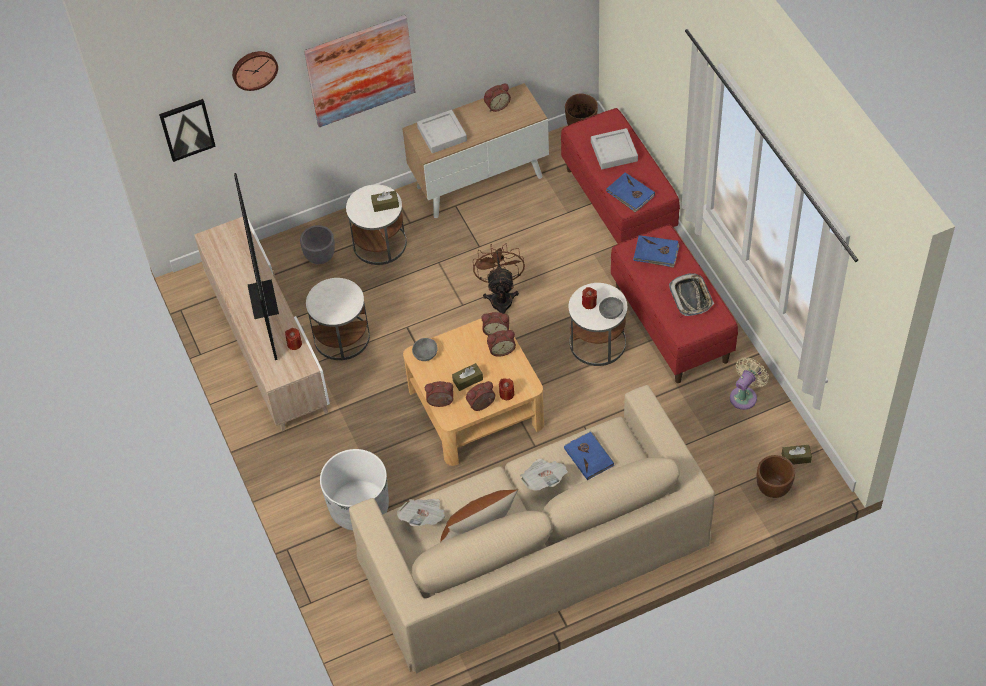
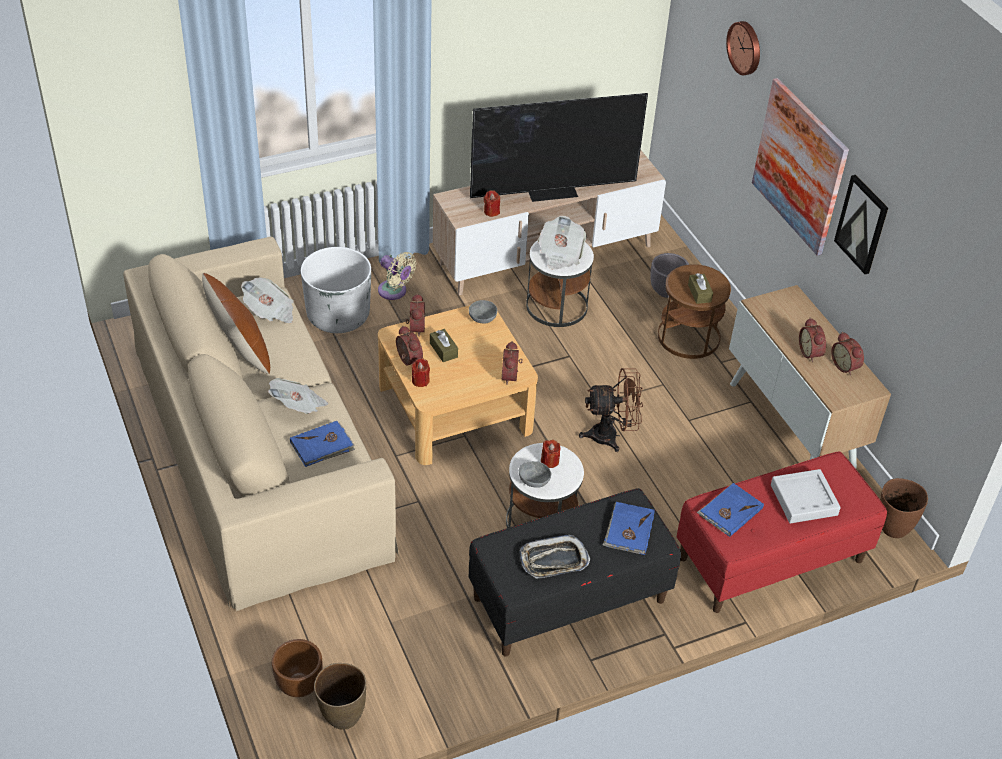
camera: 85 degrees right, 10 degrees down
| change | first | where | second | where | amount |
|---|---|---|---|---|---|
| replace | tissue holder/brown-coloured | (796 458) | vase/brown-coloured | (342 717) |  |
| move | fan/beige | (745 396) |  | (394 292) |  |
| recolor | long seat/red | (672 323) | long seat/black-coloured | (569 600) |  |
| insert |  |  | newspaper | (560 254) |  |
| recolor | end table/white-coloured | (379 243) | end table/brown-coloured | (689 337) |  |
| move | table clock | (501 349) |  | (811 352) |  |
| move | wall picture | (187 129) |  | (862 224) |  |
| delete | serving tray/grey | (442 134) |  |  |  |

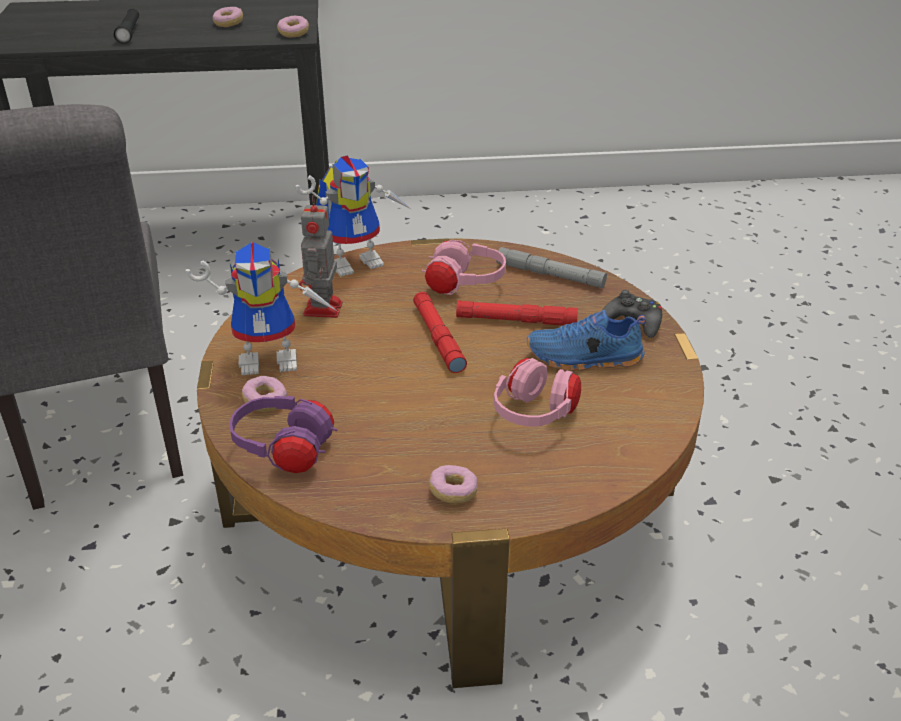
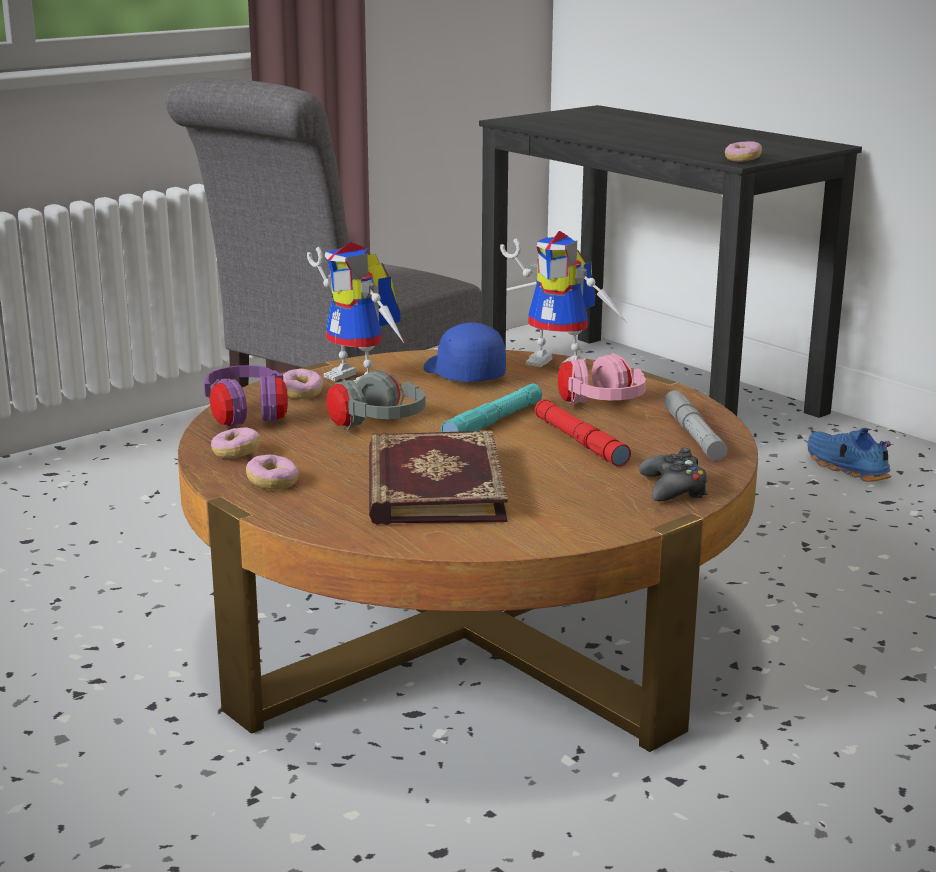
camera: 55 degrees right, 15 degrees down
| change | first | where | second | where | amount |
|---|---|---|---|---|---|
| move | donut | (228 24) |  | (236 453) |  |
| insert |  |  | headphones/grey | (377 427) |  |
| replace | headphones/pink-coloured | (535 416) | book | (431 486) |  |
| replace | robot figure | (322 310) | cap/bluish | (462 374) |  |
| recolor | hand torch/red | (438 338) | hand torch/blue-green | (493 421) |  |
| move | shoe/bluish | (584 359) |  | (845 468) |  |
| delete | hand torch/black-coloured | (129 33) |  |  |  |

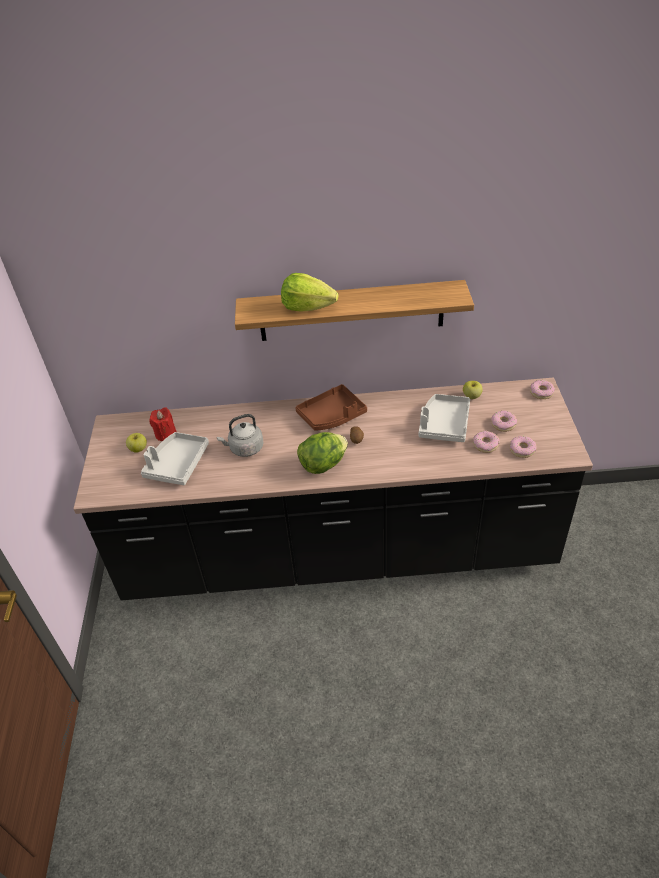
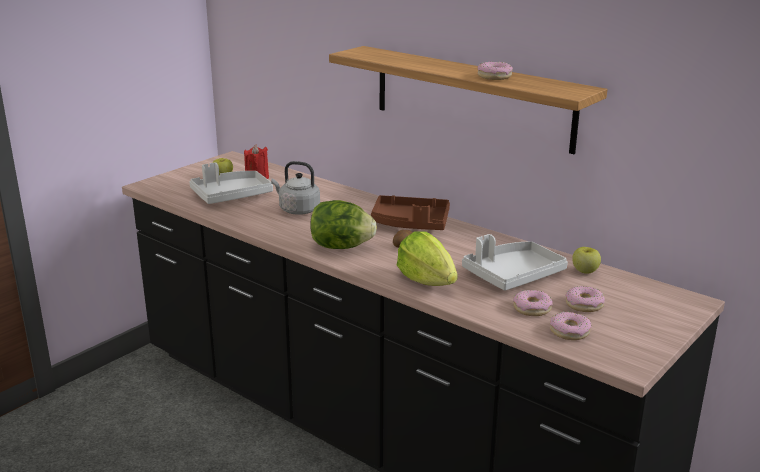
camera: 40 degrees right, 20 degrees down
| change | first | where | second | where | amount |
|---|---|---|---|---|---|
| move | lettuce | (307 307) |  | (427 281) |  |
| move | donut | (541 392) |  | (494 76) |  |

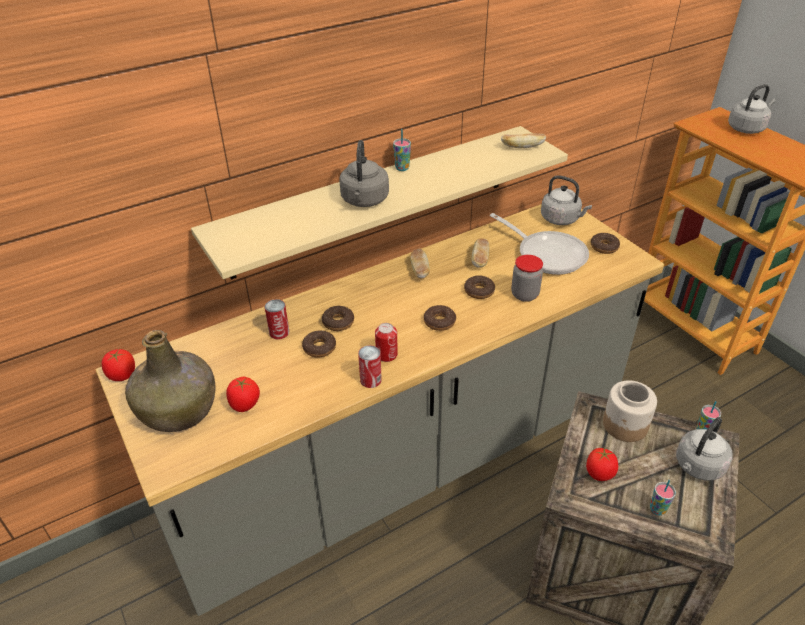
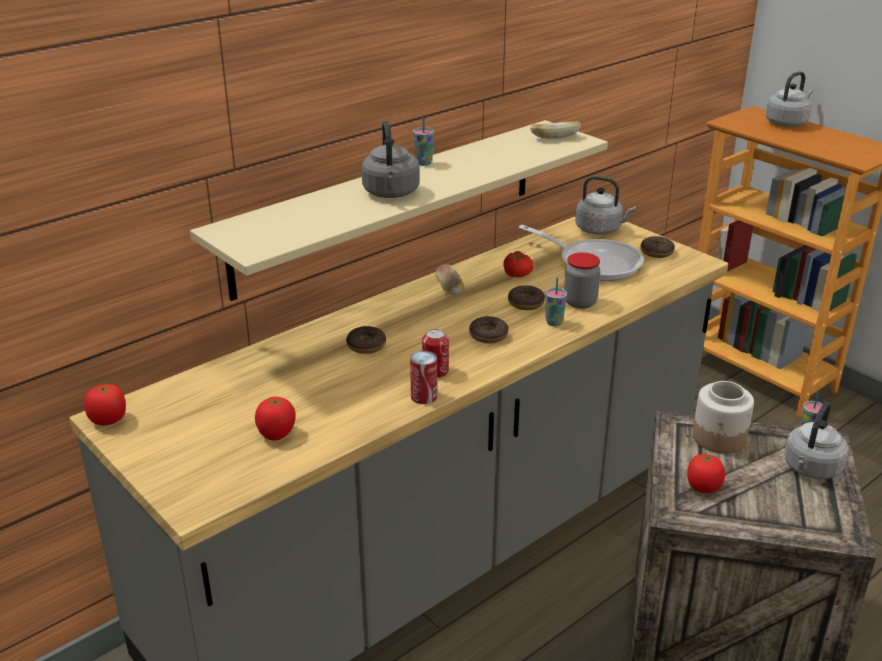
camera: 10 degrees left, 10 degrees down
| change | first | where | second | where | amount |
|---|---|---|---|---|---|
| replace | bread | (480 260) | fresh tomato | (518 274) |  |
| move | small cup | (657 509) |  | (554 322) |  |
| delete | beverage bottle/greenish | (179 409) |  |  |  |
| delete | metal can | (279 332) |  |  |  |
| delete | donut | (319 348) |  |  |  |

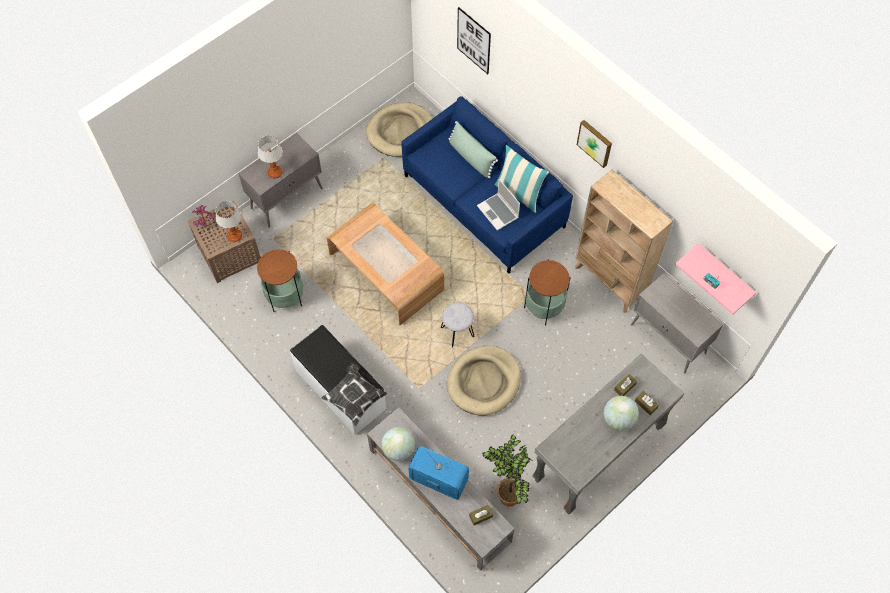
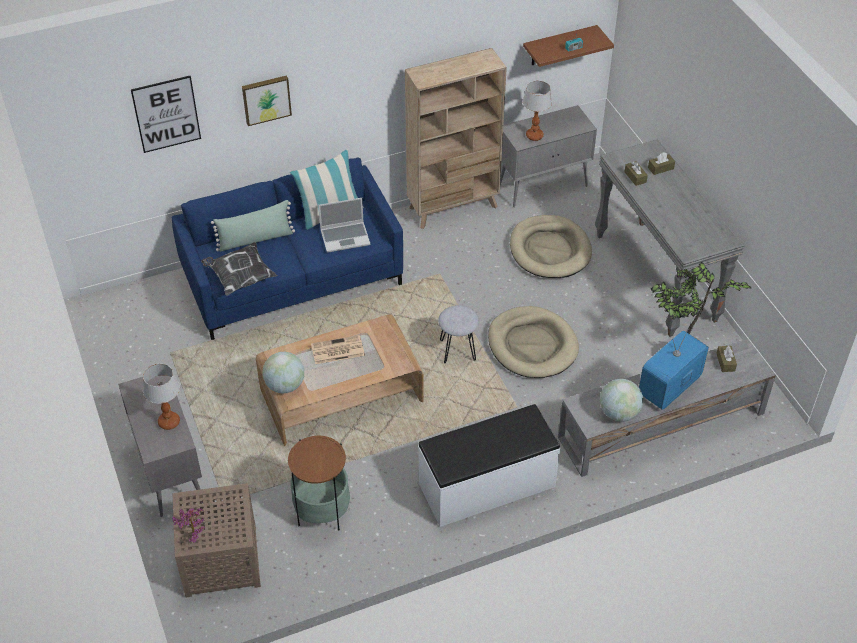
camera: 70 degrees left, 15 degrees down
| change | first | where | second | where | amount |
|---|---|---|---|---|---|
| move | cushion | (355 398) |  | (240 277) |  |
| move | wall picture | (595 142) |  | (266 99) |  |
| move | globe | (618 419) |  | (285 386) |  |
| insert |  |  | newspaper | (337 350) |  |
| move | dog bed/beige | (400 131) |  | (550 250) |  |
| recolor | shelf/pink-coloured | (723 274) | shelf/brown-coloured | (559 46) |  |
| move | table lamp | (235 236) |  | (534 135) |  |
| delete | end table | (544 307) |  |  |  |

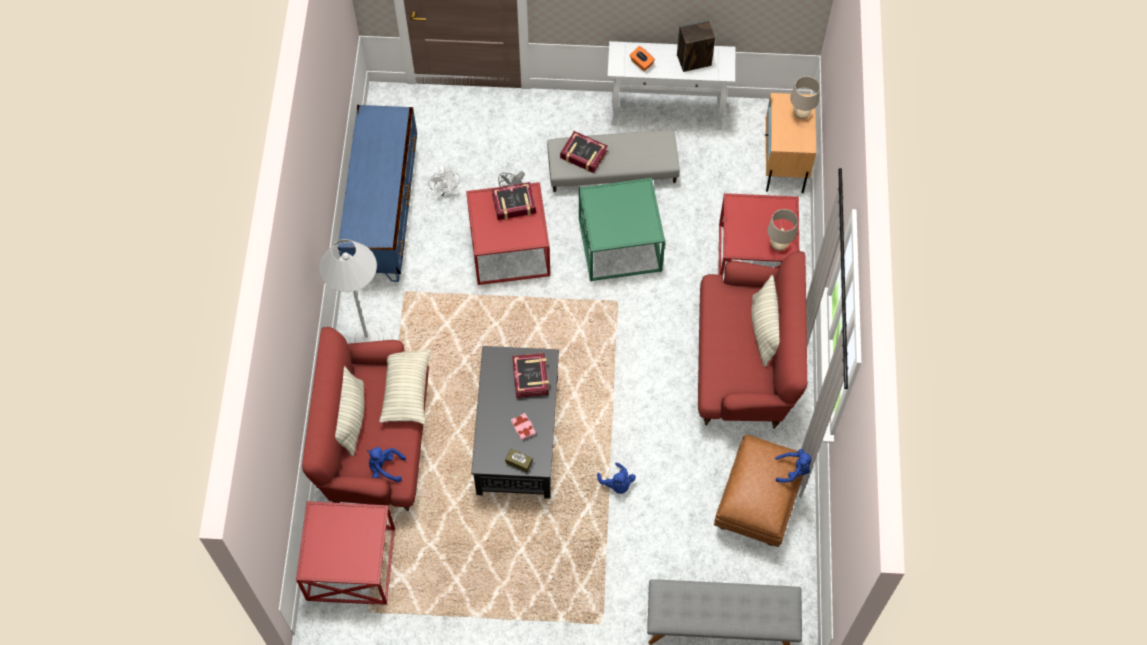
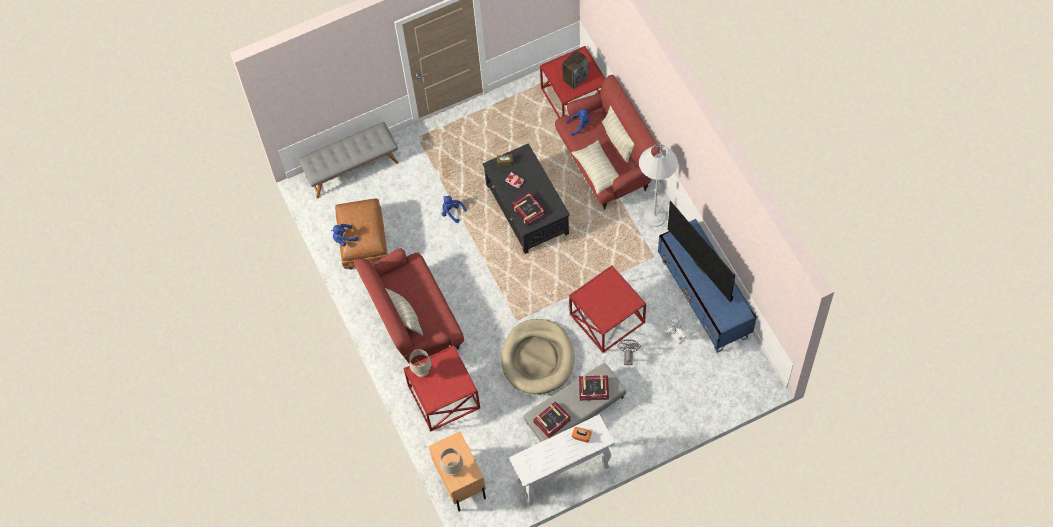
camera: 155 degrees right, 0 degrees up
| change | first | where | second | where | amount |
|---|---|---|---|---|---|
| replace | end table/greenish | (619 245) | dog bed/beige | (537 358) |  |
| move | book | (514 204) |  | (552 421) |  |
| move | loudspeaker | (693 61) |  | (575 78) |  |
| insert |  |  | TV | (703 264) |  |

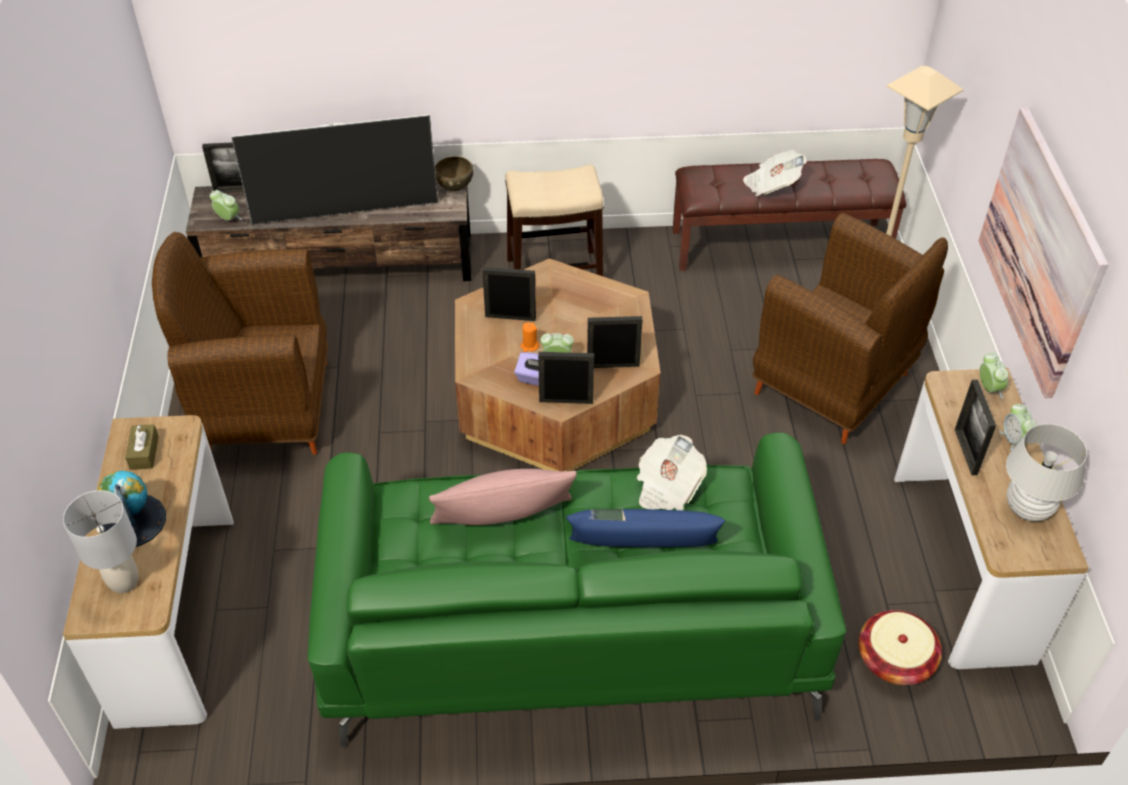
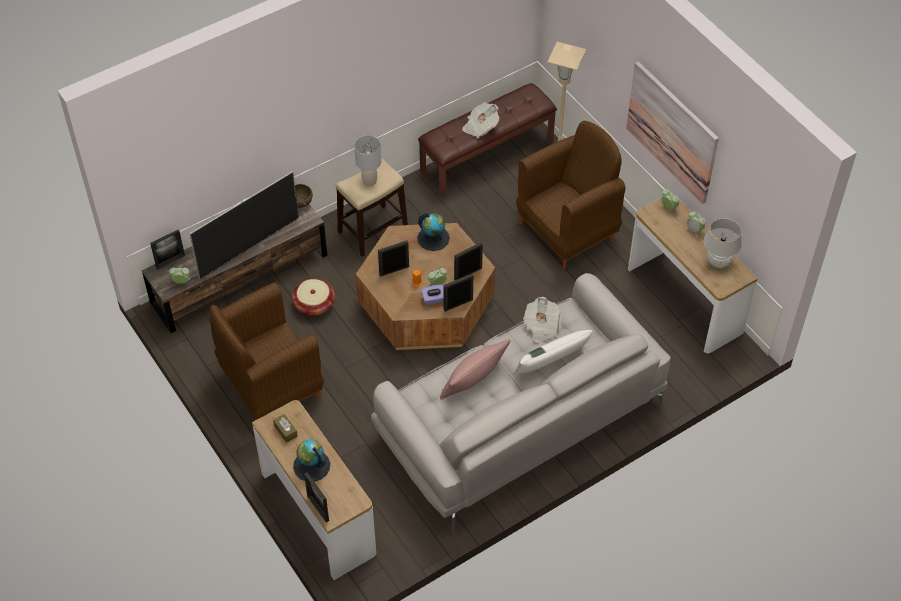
camera: 30 degrees left, 5 degrees up
| change | first | where | second | where | amount |
|---|---|---|---|---|---|
| move | household basket | (895 660) |  | (314 304) |  |
| move | standing frame | (965 452) |  | (318 508) |  |
| move | table lamp/grey | (123 582) |  | (369 181) |  |
| recolor | sofa/greenish | (568 624) | sofa/grey | (518 420) |  |
| insert |  |  | globe | (433 238) |  |
| recolor | cushion/bluish | (642 551) | cushion/white-coloured | (551 364) |  |
| rotate | lounge chair/brown-coloured | (834 385) |  | (568 231) | 45 degrees counterclockwise |

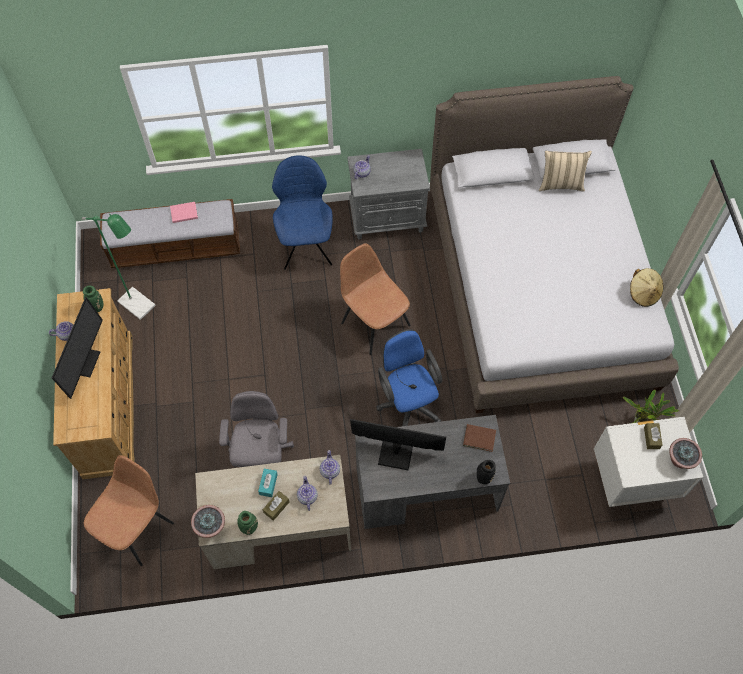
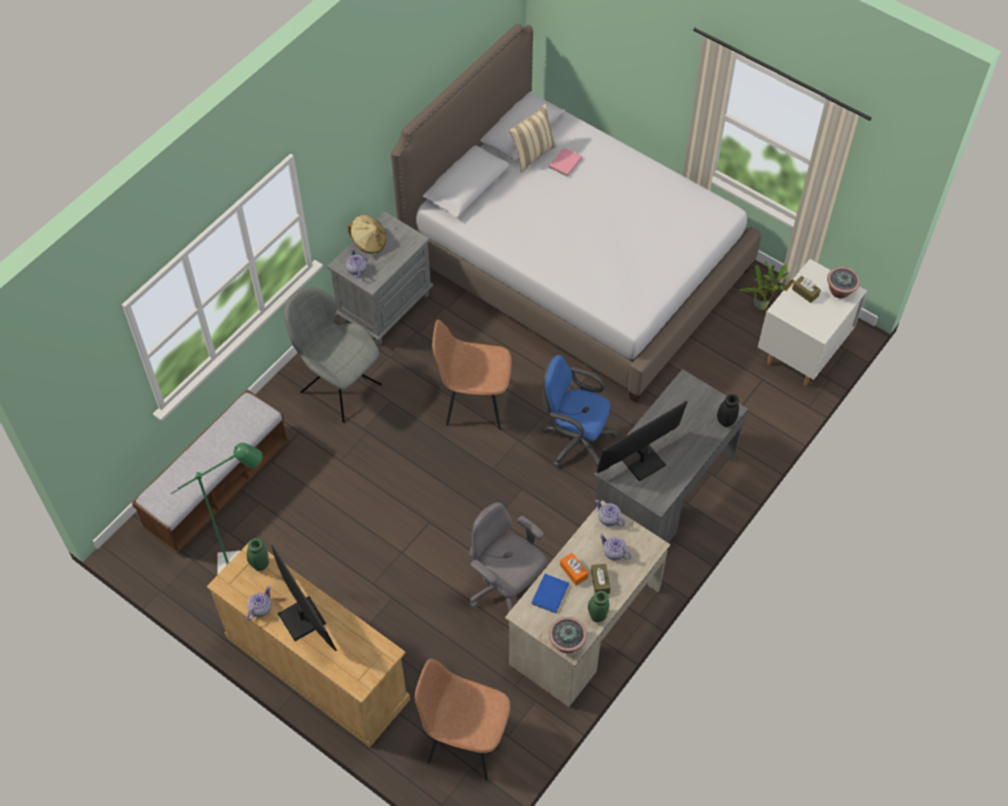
camera: 45 degrees left, 5 degrees down
| change | first | where | second | where | amount |
|---|---|---|---|---|---|
| recolor | upright chair/bluish | (306 245) | upright chair/grey | (338 387) |  |
| move | hat/beige | (643 293) |  | (369 242) |  |
| rotate | upright chair/brown-coloured | (136 527) |  | (465 738) | 60 degrees counterclockwise |
| insert |  |  | book/bluish | (549 595) |  |
| move | book/pink-coloured | (183 213) |  | (564 163) |  |
| recolor | tissue holder/blue-green | (268 484) | tissue holder/orangey | (573 571) |  |
| delete | book/brown-coloured | (480 439) |  |  |  |

